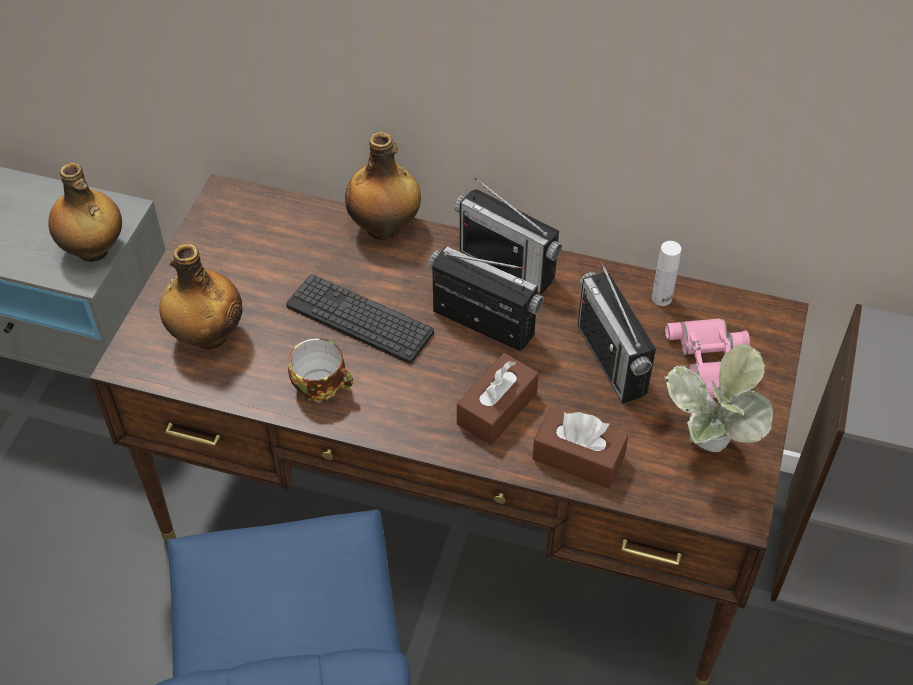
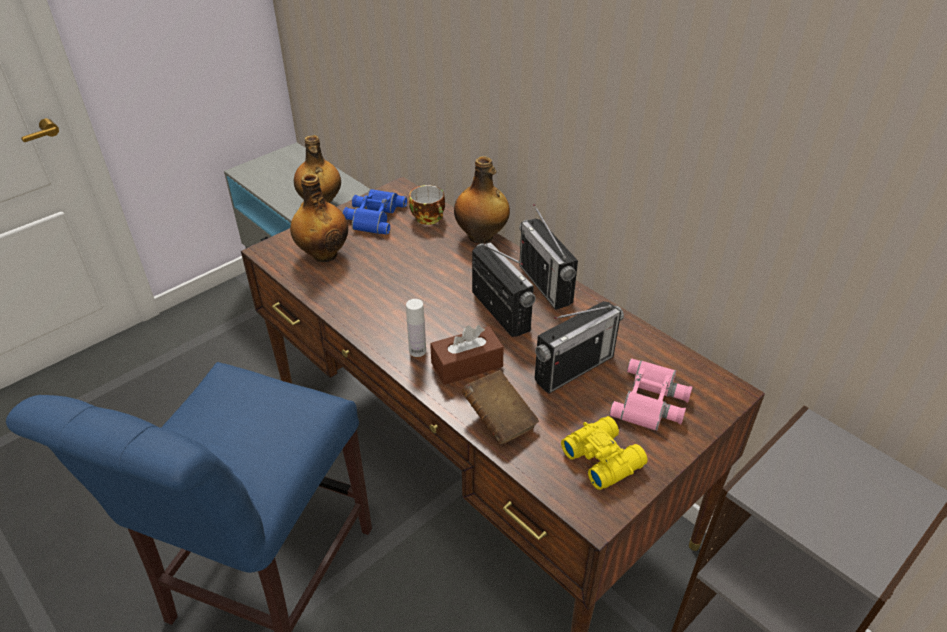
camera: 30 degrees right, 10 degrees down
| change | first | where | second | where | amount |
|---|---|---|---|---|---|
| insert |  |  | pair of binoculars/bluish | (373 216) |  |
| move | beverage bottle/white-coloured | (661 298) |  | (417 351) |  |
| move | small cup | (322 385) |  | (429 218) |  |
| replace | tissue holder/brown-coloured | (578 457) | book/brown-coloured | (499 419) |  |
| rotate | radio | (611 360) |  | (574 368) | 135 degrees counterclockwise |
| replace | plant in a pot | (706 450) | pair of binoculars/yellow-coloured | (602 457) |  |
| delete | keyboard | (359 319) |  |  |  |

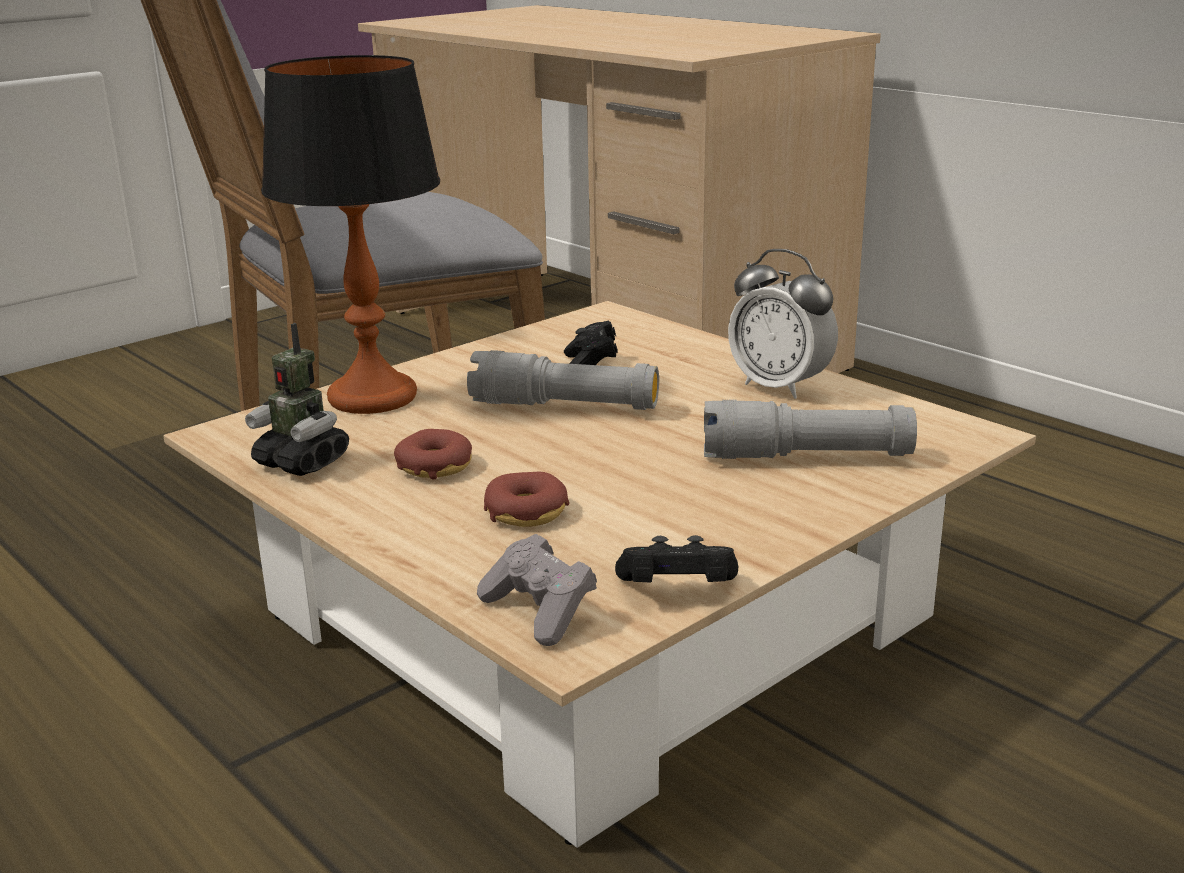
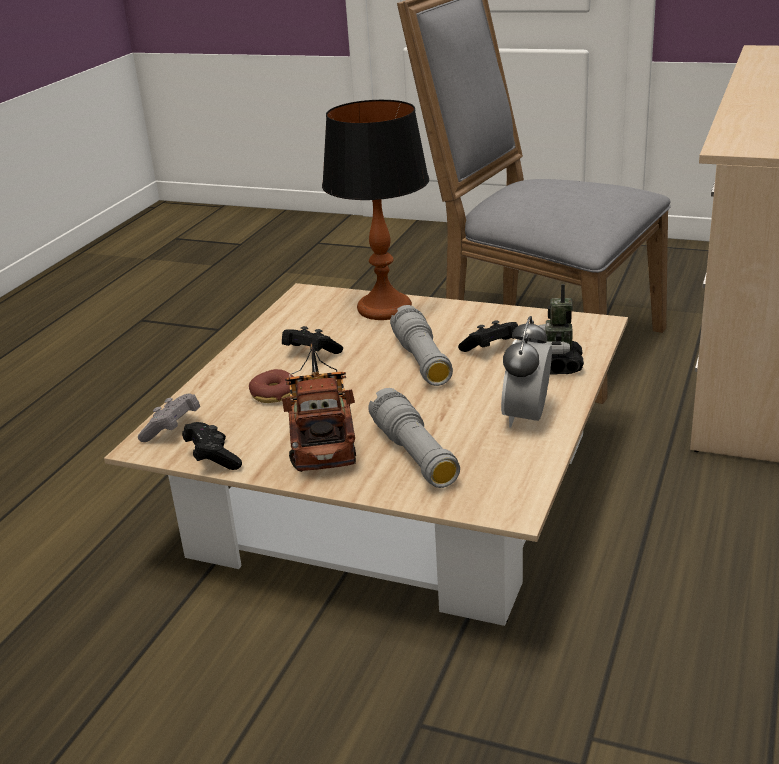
camera: 65 degrees right, 5 degrees up
| change | first | where | second | where | amount |
|---|---|---|---|---|---|
| replace | donut | (435 466) | game controller/black-coloured | (310 354) |  |
| insert |  |  | toy lorry | (322 435) |  |
| move | robot figure | (302 462) |  | (557 366) |  |

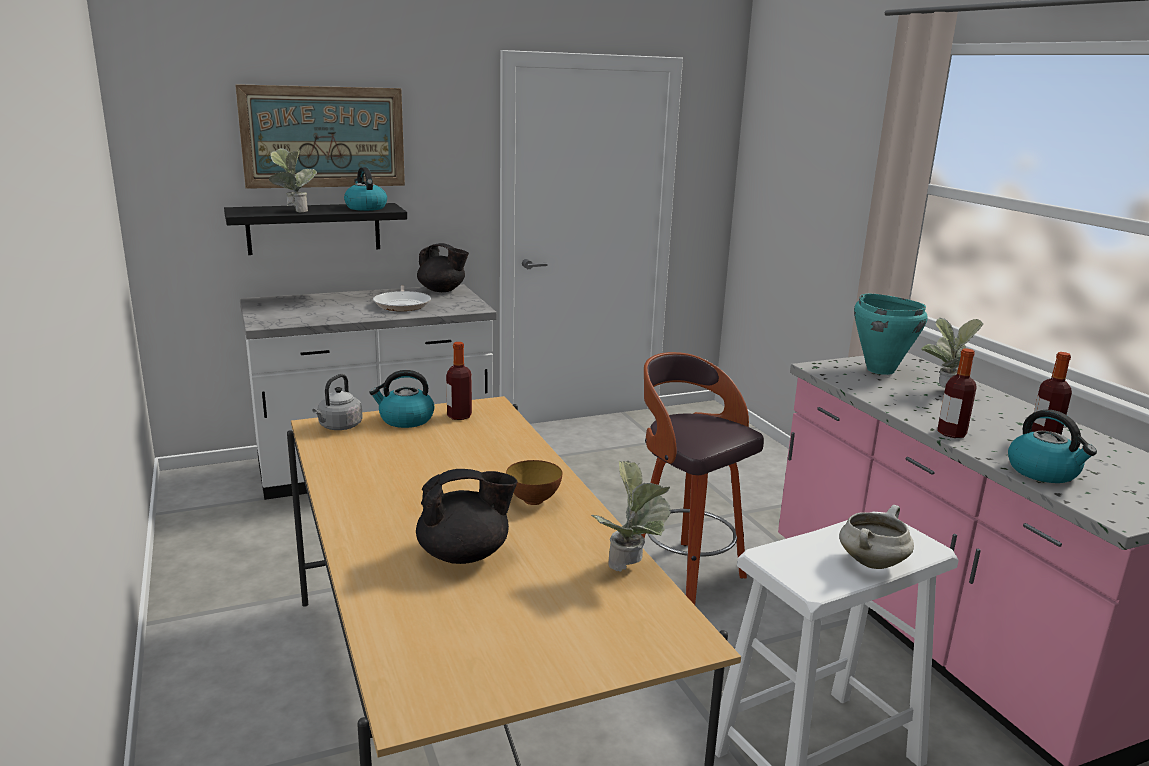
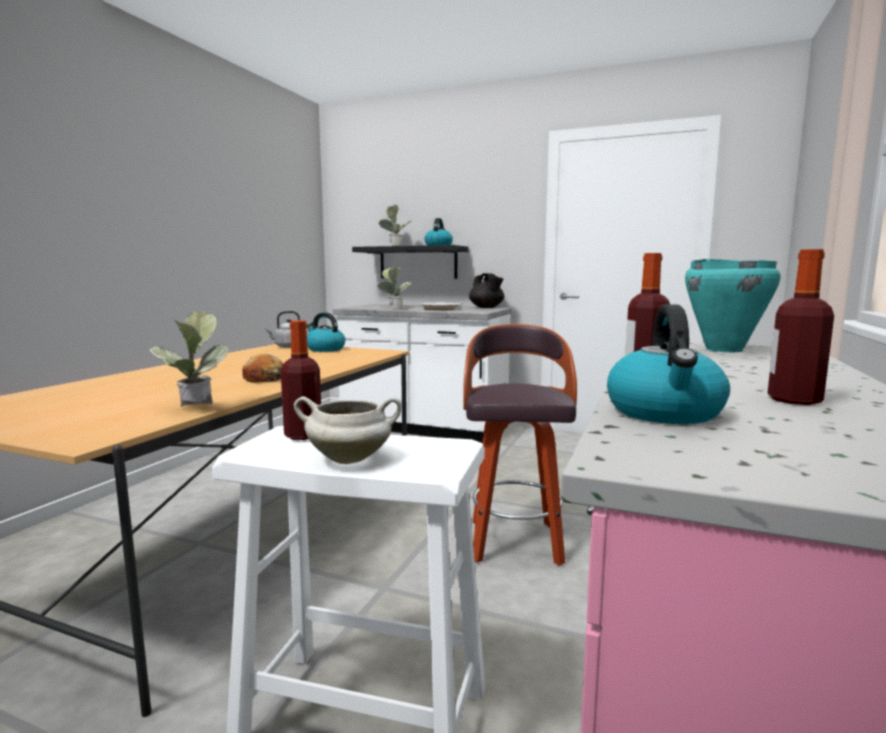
camera: 45 degrees right, 10 degrees down
| change | first | where | second | where | amount |
|---|---|---|---|---|---|
| replace | deep dish | (533 500) | bread | (264 379) |  |
| move | beverage bottle | (459 416) |  | (303 435) |  |
| move | plant in a pot | (943 391) |  | (394 309) |  |
| delete | wall picture | (324 137) |  |  |  |
| delete | tea pot/black-coloured | (465 554) |  |  |  |

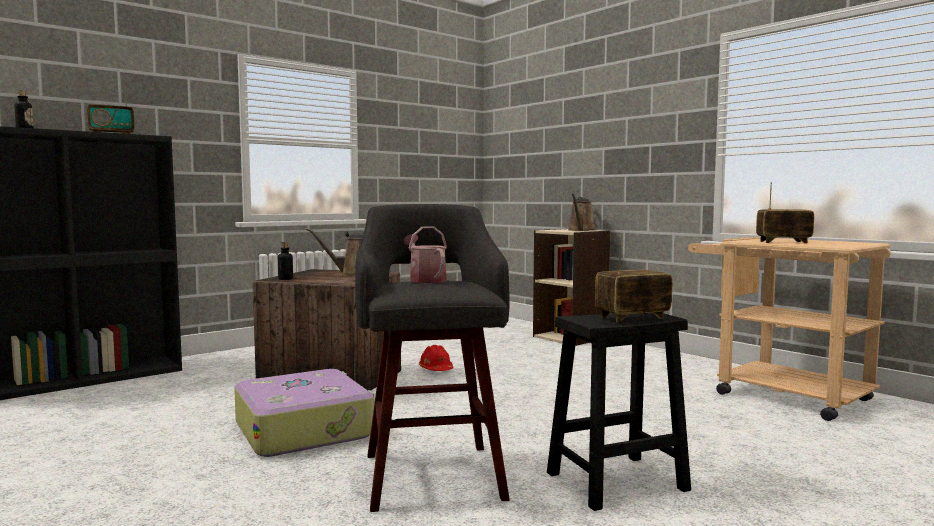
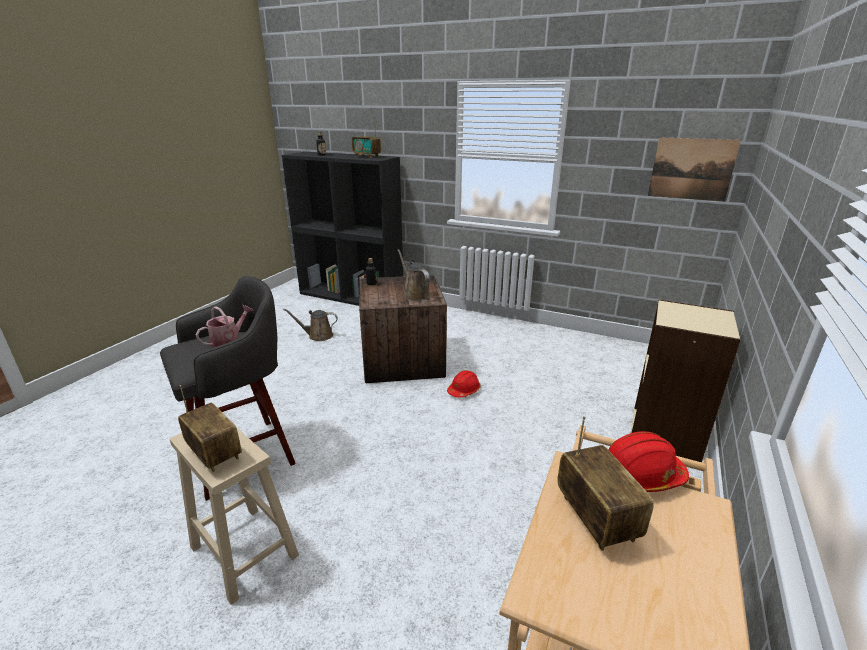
camera: 65 degrees right, 20 degrees up
| change | first | where | second | where | amount |
|---|---|---|---|---|---|
| recolor | stool/black-coloured | (615 482) | stool/beige | (243 550) |  |
| move | sprinkling can/brown-coloured | (581 230) |  | (318 336) |  |
| insert |  |  | safety helmet/red | (640 475) |  |
| insert |  |  | wall picture | (691 169) |  |
| delete | piece of luggage | (305 429) |  |  |  |

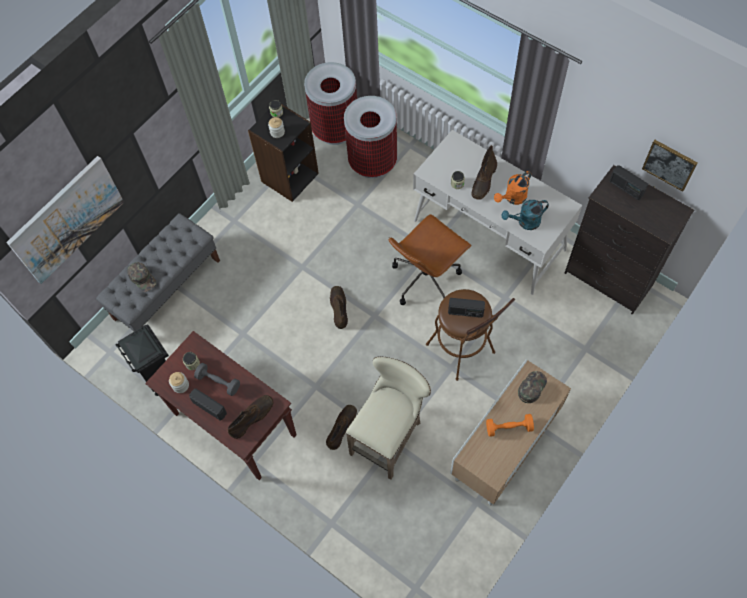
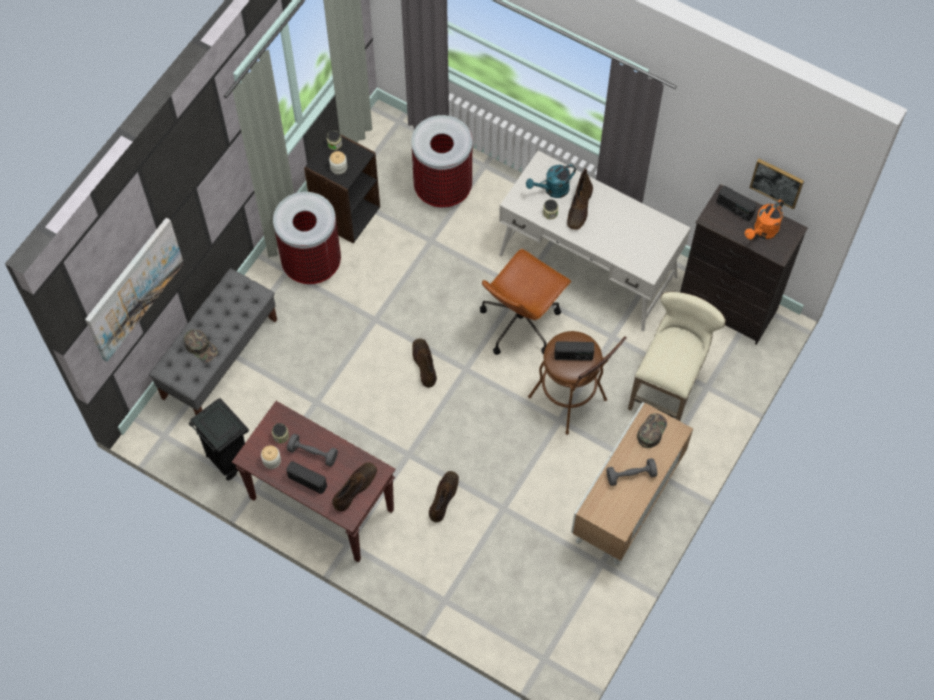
camera: 10 degrees left, 0 degrees up
| change | first | where | second | where | amount |
|---|---|---|---|---|---|
| move | trash can | (335 129) |  | (311 263) |  |
| move | sprinkling can/blue-green | (525 222) |  | (552 190) |  |
| recolor | hand weight/orangey | (509 427) | hand weight/grey | (631 475) |  |
| move | stool/beige | (390 436) |  | (668 387) |  |
| move | sprinkling can/orangey | (513 198) |  | (763 231) |  |

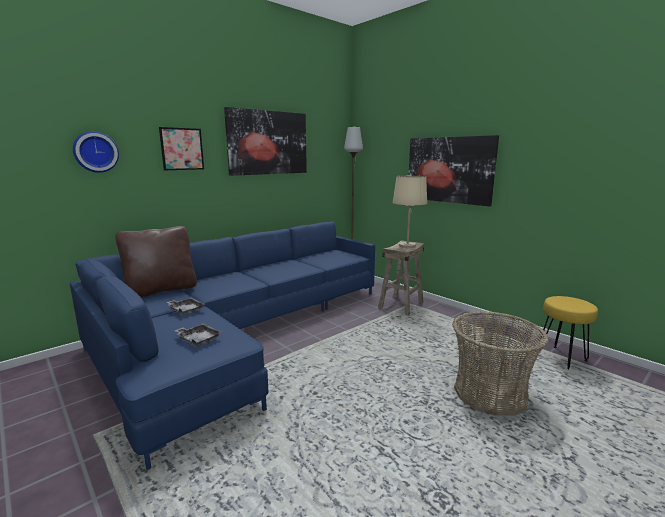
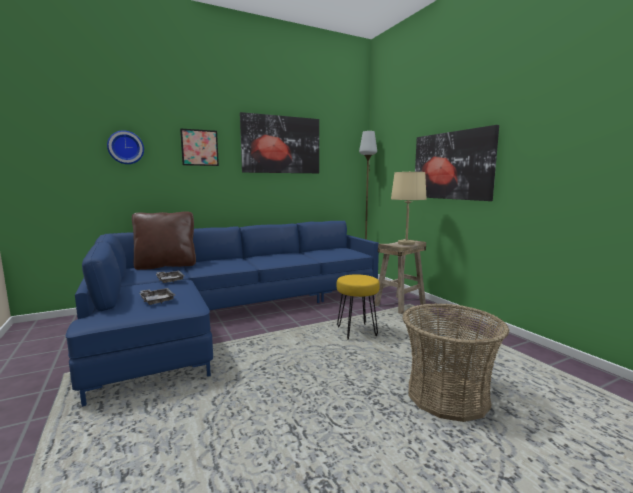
camera: 15 degrees right, 5 degrees down
| change | first | where | second | where | amount |
|---|---|---|---|---|---|
| move | stool/yellow-coloured | (561 357) |  | (357 331) |  |

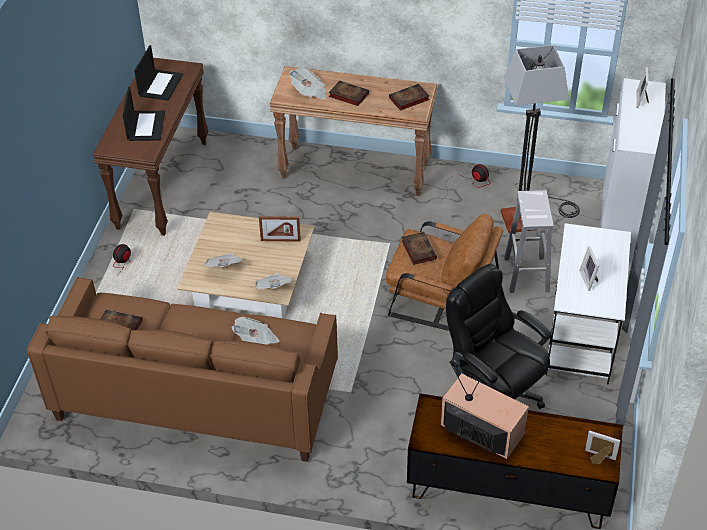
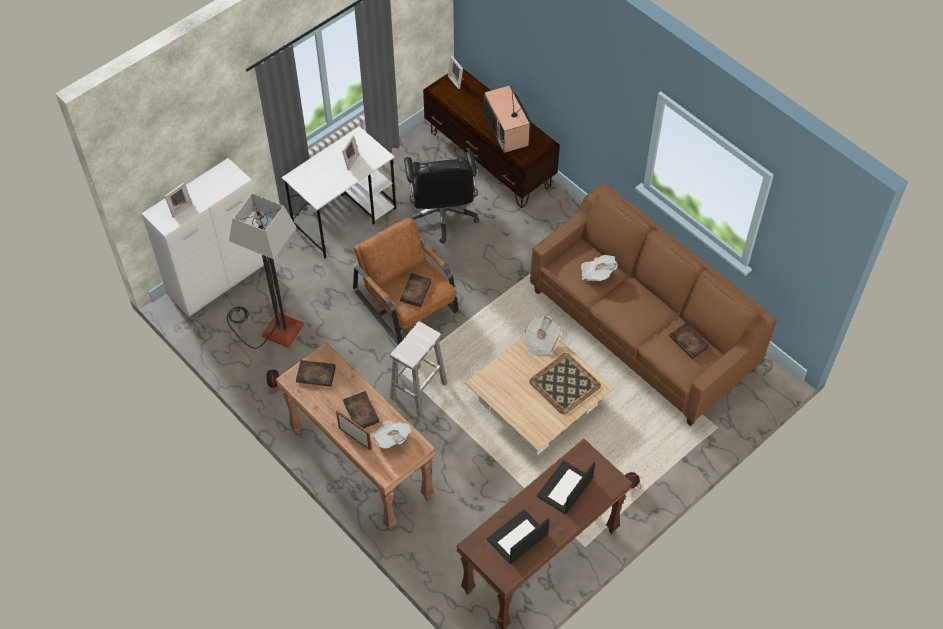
camera: 145 degrees left, 10 degrees up
| change | first | where | second | where | amount |
|---|---|---|---|---|---|
| move | standing frame | (280 240) |  | (355 438) |  |
| move | stool/white-coloured | (526 273) |  | (418 391) |  |
| replace | newspaper | (224 267) | serving tray | (564 384) |  |

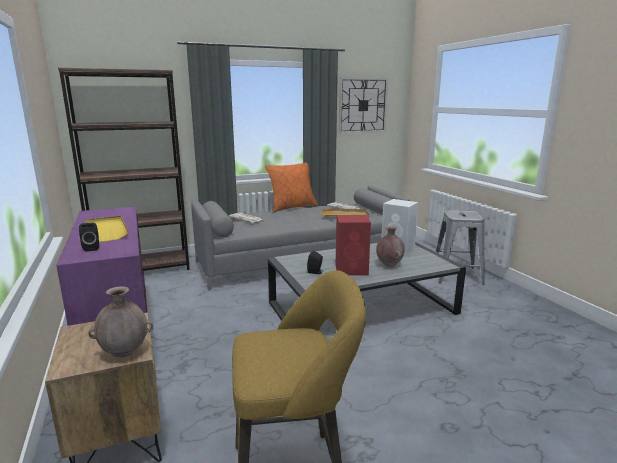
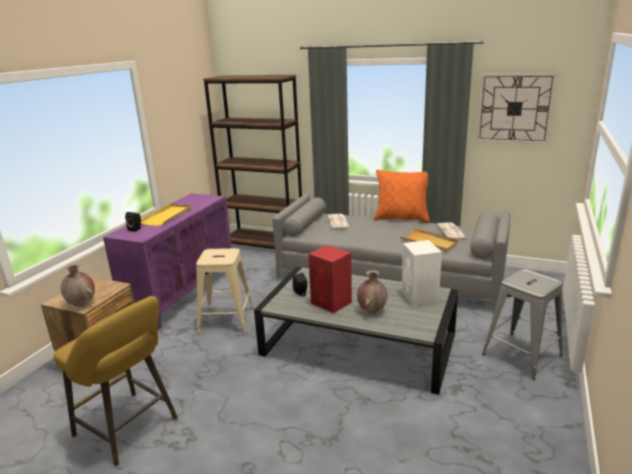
camera: 45 degrees right, 5 degrees up
| change | first | where | second | where | amount |
|---|---|---|---|---|---|
| insert |  |  | stool/beige | (226 320) |  |

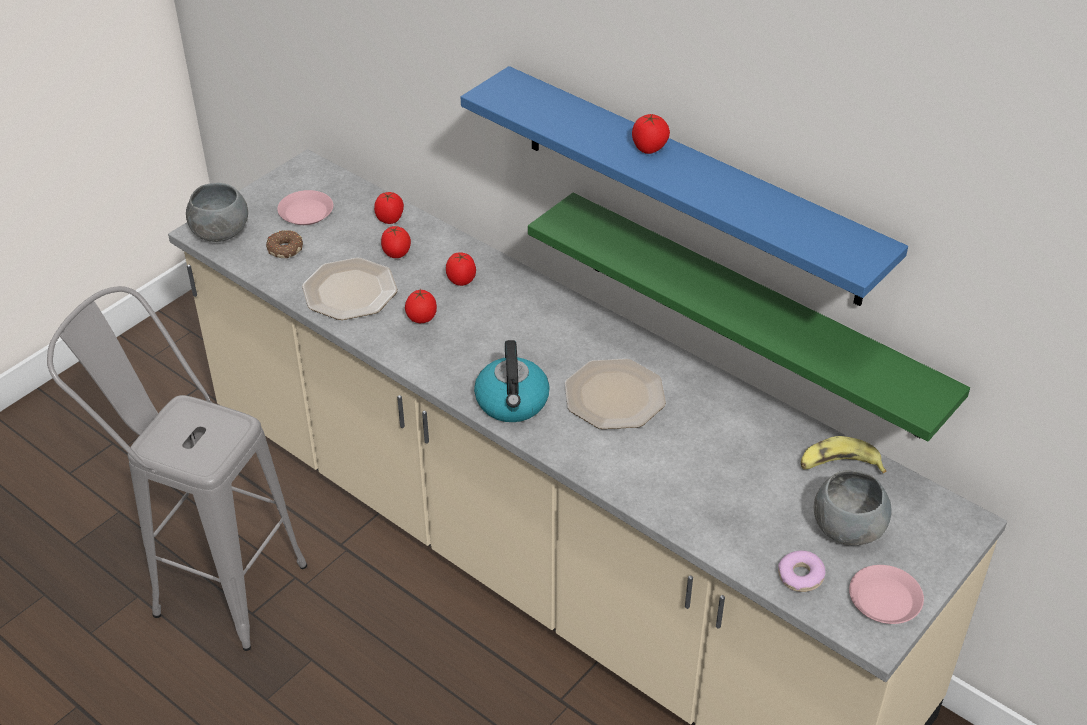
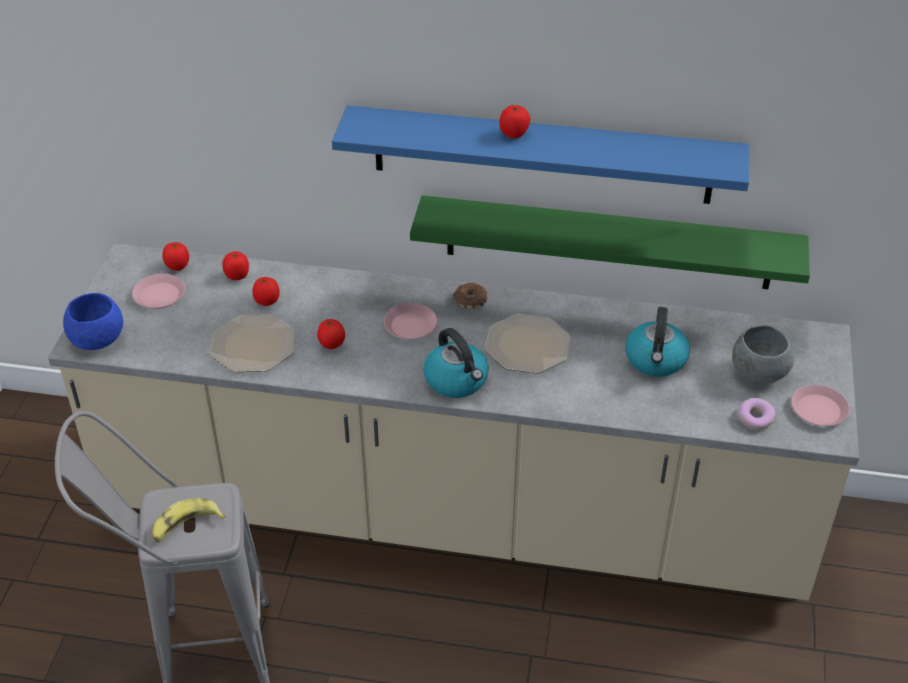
camera: 30 degrees left, 0 degrees up
| change | first | where | second | where | amount |
|---|---|---|---|---|---|
| recolor | deep dish/grey | (220 233) | deep dish/bluish | (97 340) |  |
| move | whole banana | (839 465) |  | (186 526) |  |
| move | fresh tomato | (461 280) |  | (177 266) |  |
| insert |  |  | flat dish/pink-coloured | (411 326) |  |
| move | donut | (284 249) |  | (470 300) |  |
| insert |  |  | water kettle | (656 360) |  |

